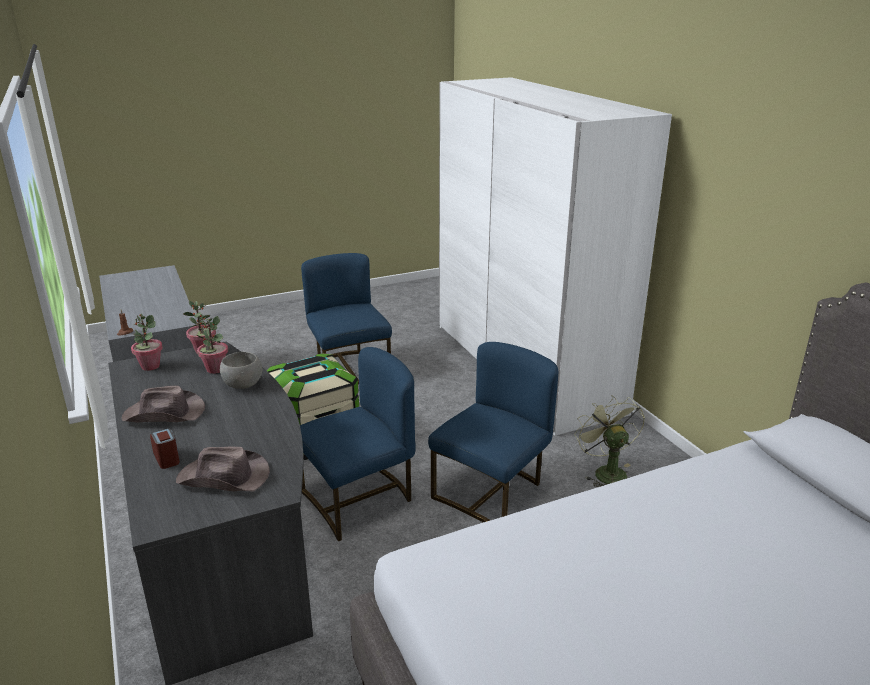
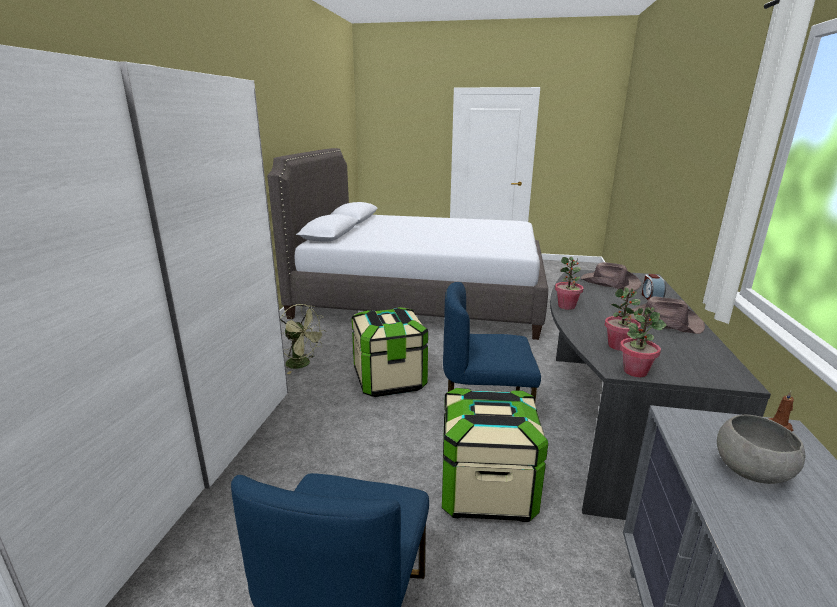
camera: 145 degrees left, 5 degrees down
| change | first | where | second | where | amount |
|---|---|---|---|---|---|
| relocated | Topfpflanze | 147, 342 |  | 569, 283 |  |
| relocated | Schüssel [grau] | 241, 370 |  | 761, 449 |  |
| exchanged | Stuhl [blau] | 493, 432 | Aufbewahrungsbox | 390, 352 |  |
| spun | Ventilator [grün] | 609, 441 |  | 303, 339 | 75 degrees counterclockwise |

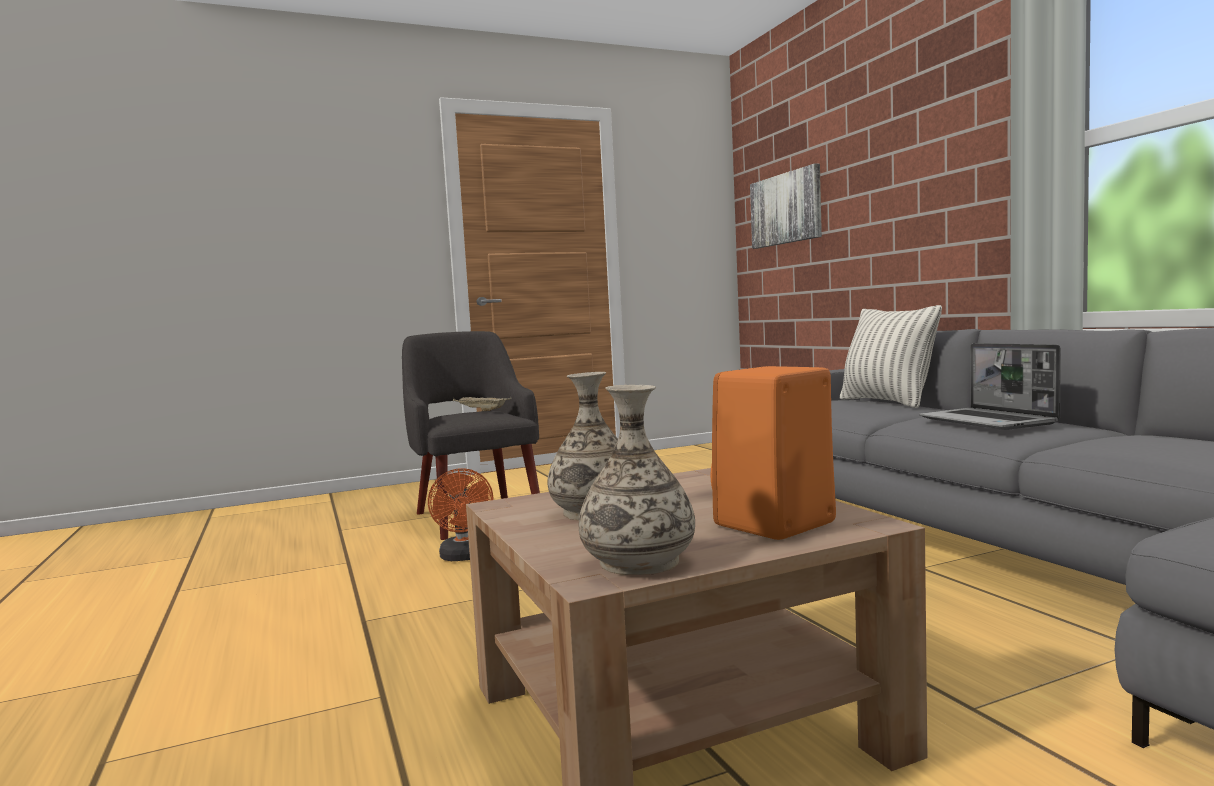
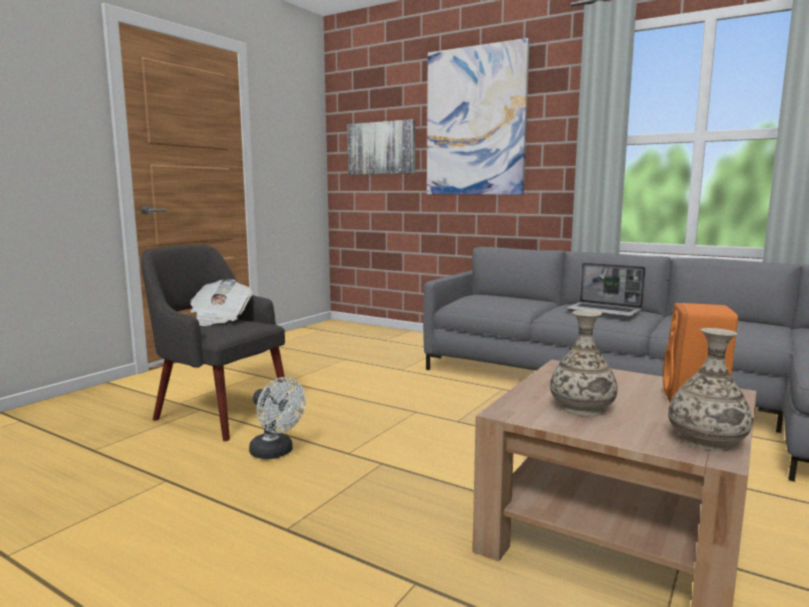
camera: 35 degrees left, 5 degrees up
| change | first | where | second | where | amount |
|---|---|---|---|---|---|
| colour | Ventilator [orange] | 460, 514 | Ventilator [weiß] | 277, 418 |  |
| exchanged | Tablett [beige] | 482, 403 | Zeitung | 221, 303 |  |
| missing | Kissen | 891, 356 |  |  |  |
| appeared |  |  | Bild | 478, 116 |  |

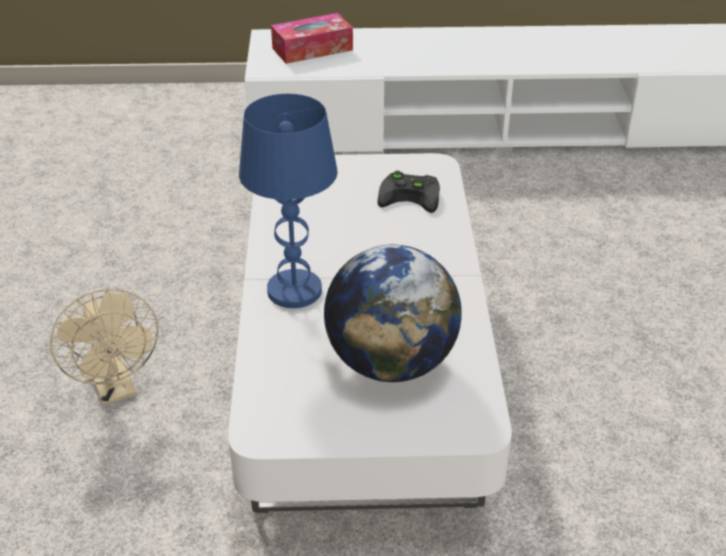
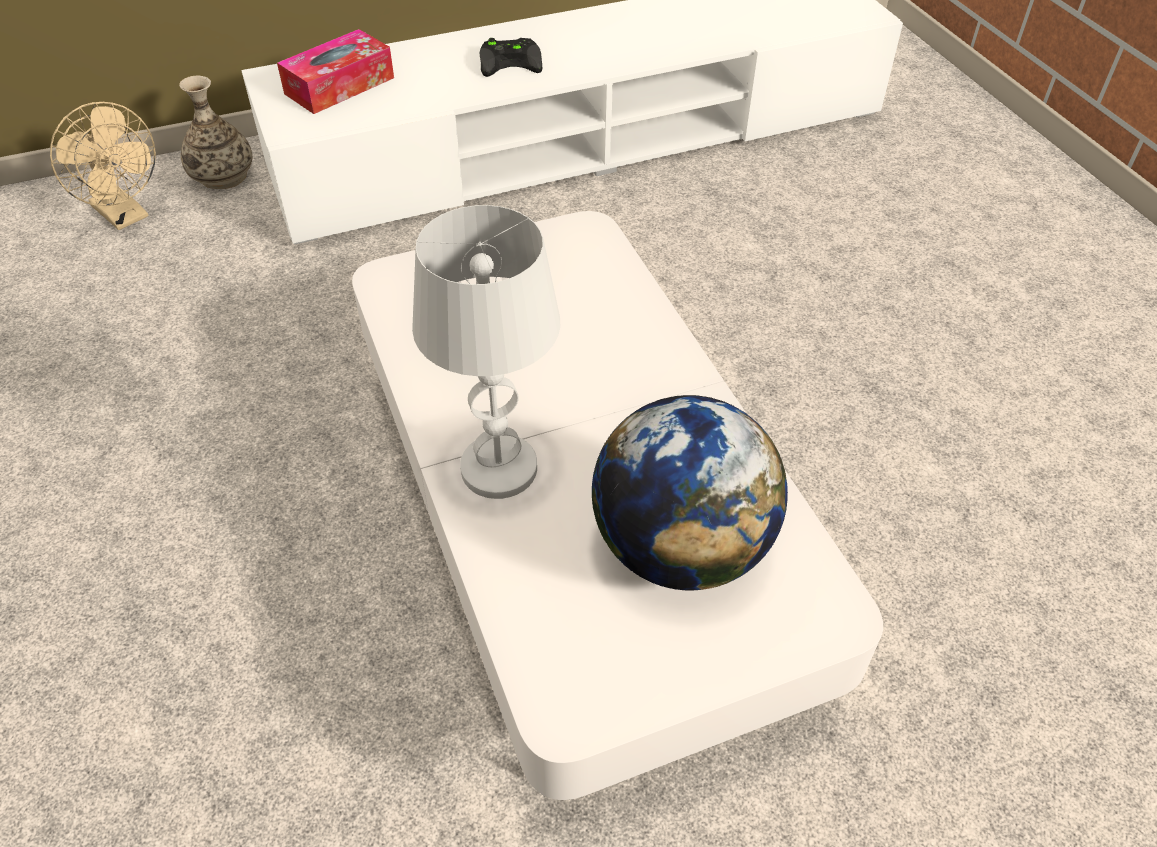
camera: 20 degrees left, 10 degrees up
| change | first | where | second | where | amount |
|---|---|---|---|---|---|
| relocated | Ventilator [beige] | 104, 347 |  | 103, 166 |  |
| colour | Tischlampe [blau] | 288, 201 | Tischlampe [weiß] | 486, 352 |  |
| relocated | Gamepad [schwarz] | 408, 192 |  | 511, 57 |  |
| appeared |  |  | Vase | 215, 132 |  |

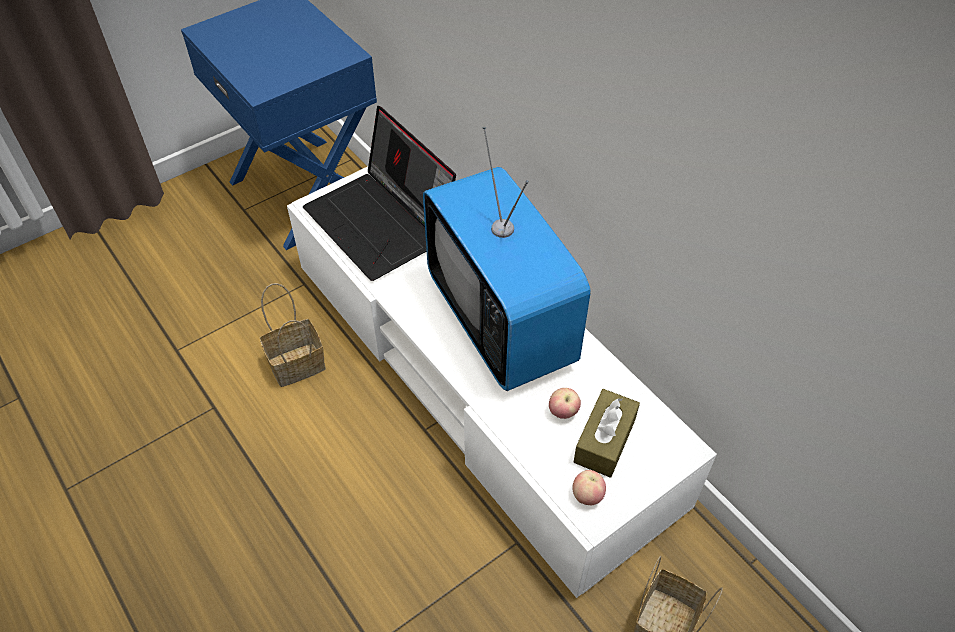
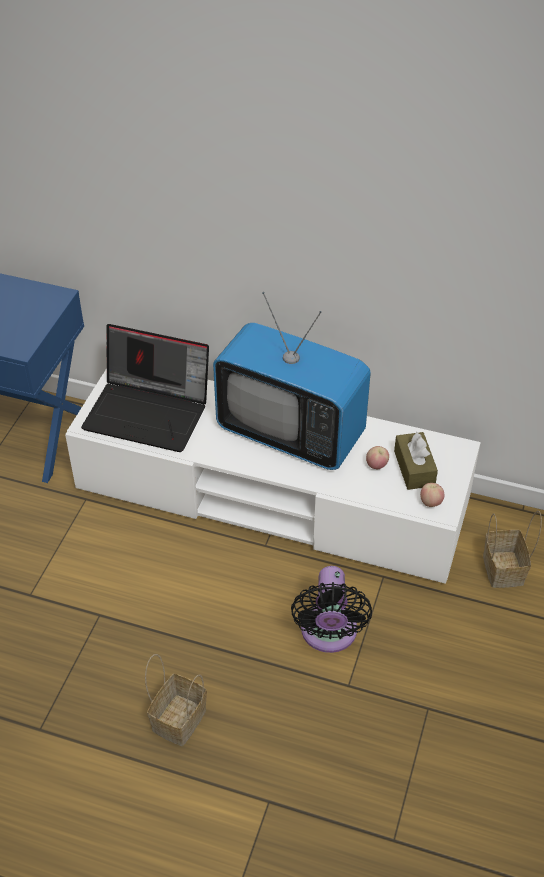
camera: 35 degrees left, 5 degrees down
| change | first | where | second | where | amount |
|---|---|---|---|---|---|
| relocated | Korb | 293, 335 |  | 176, 700 |  |
| appeared |  |  | Ventilator [schwarz] | 331, 609 |  |

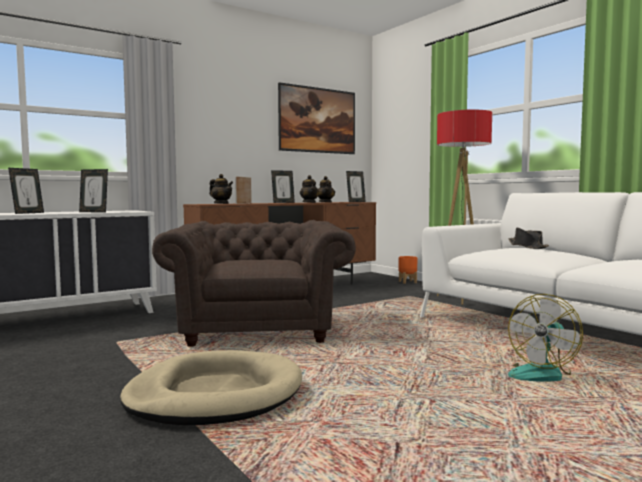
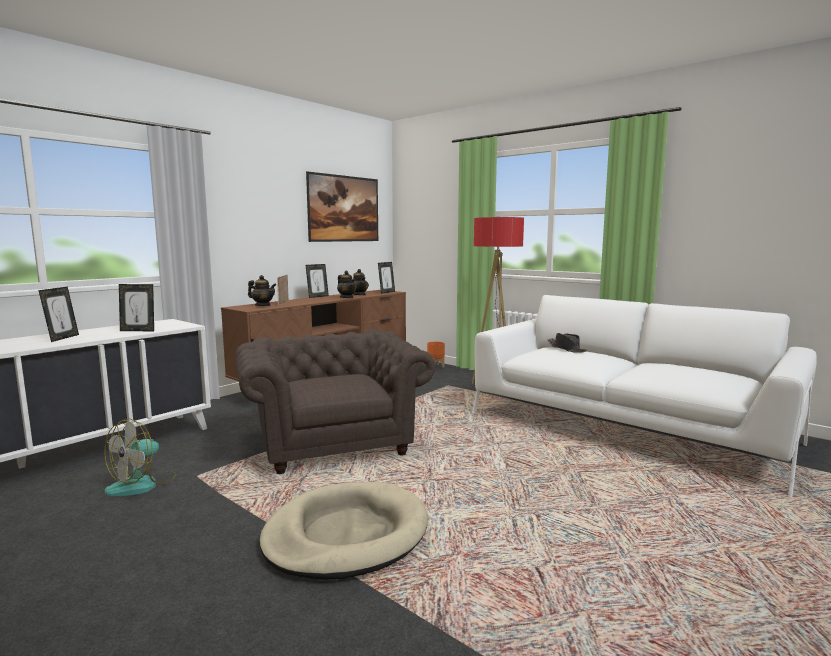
camera: 15 degrees left, 5 degrees up
| change | first | where | second | where | amount |
|---|---|---|---|---|---|
| relocated | Ventilator | 545, 338 |  | 140, 457 |  |

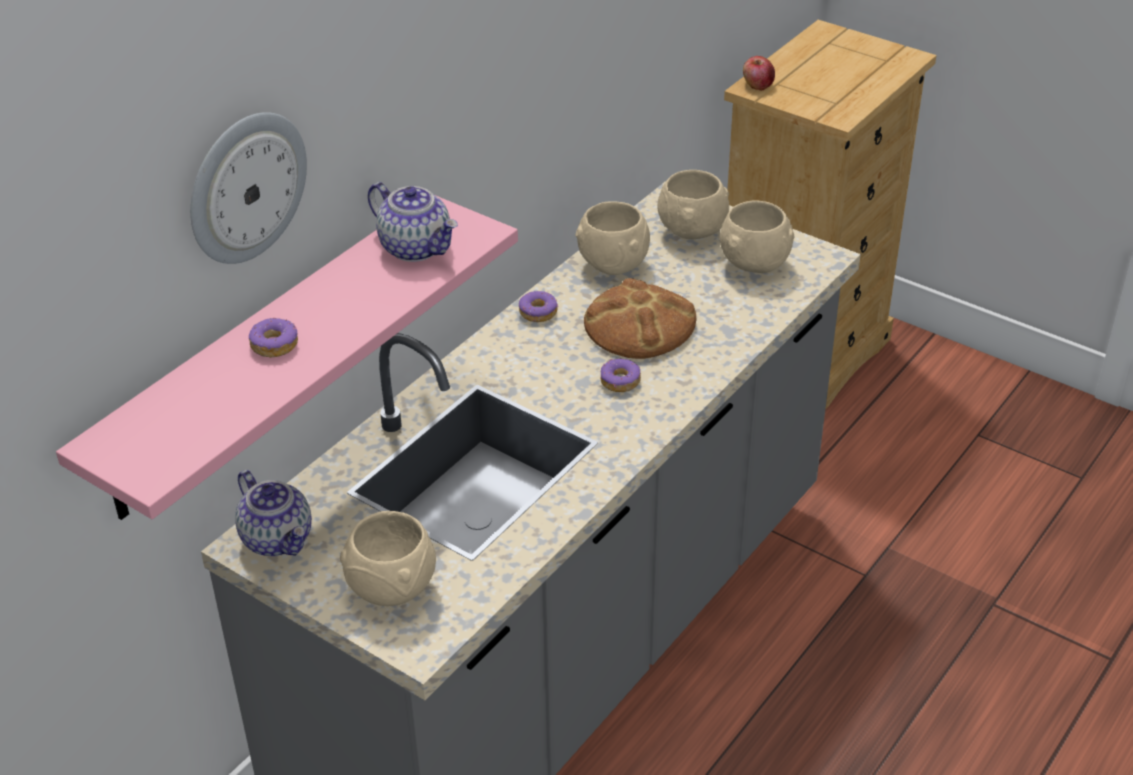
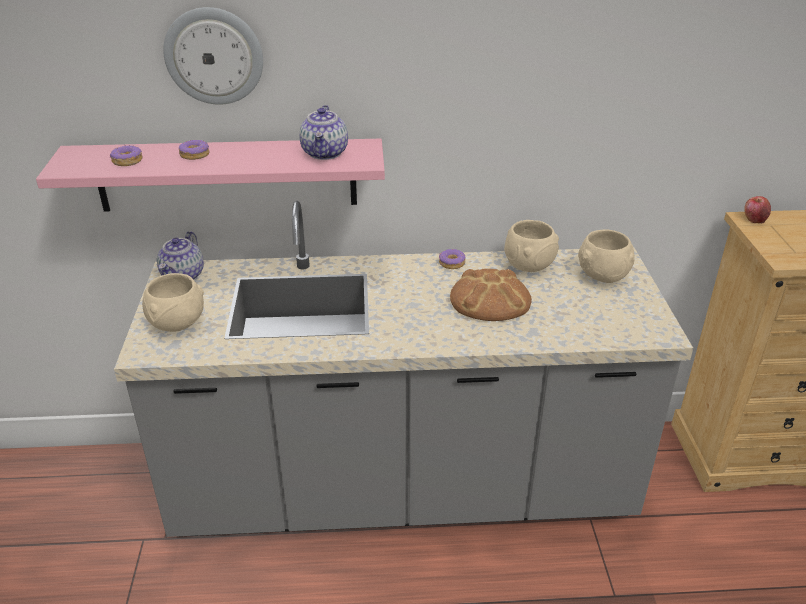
camera: 50 degrees right, 5 degrees down
| change | first | where | second | where | amount |
|---|---|---|---|---|---|
| relocated | Donut | 621, 375 |  | 126, 155 |  |
| missing | Schüssel [beige] | 757, 237 |  |  |  |

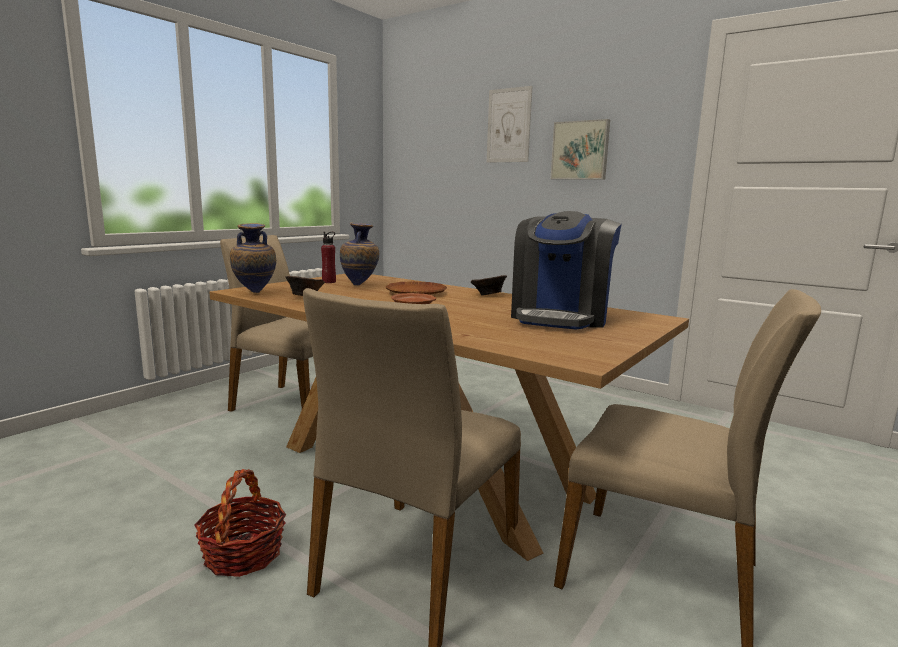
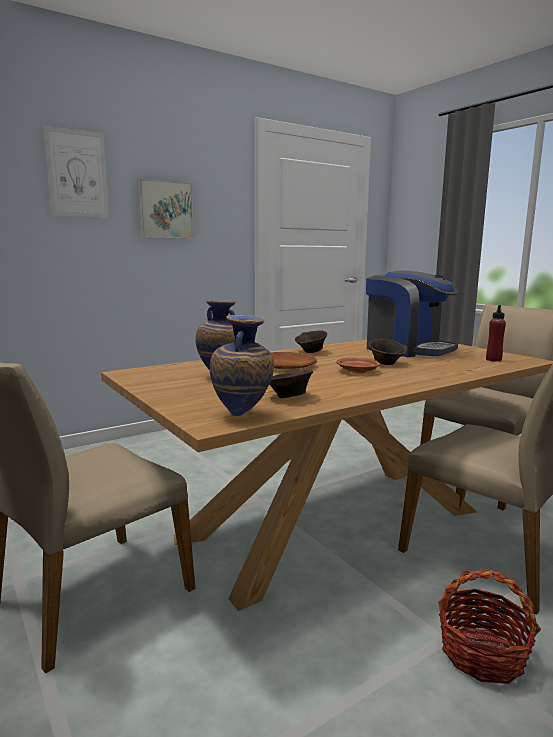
camera: 70 degrees left, 0 degrees up
| change | first | where | second | where | amount |
|---|---|---|---|---|---|
| relocated | Flasche [rot] | 328, 257 |  | 496, 333 |  |
| appeared |  |  | Schüssel [braun] | 387, 352 |  |

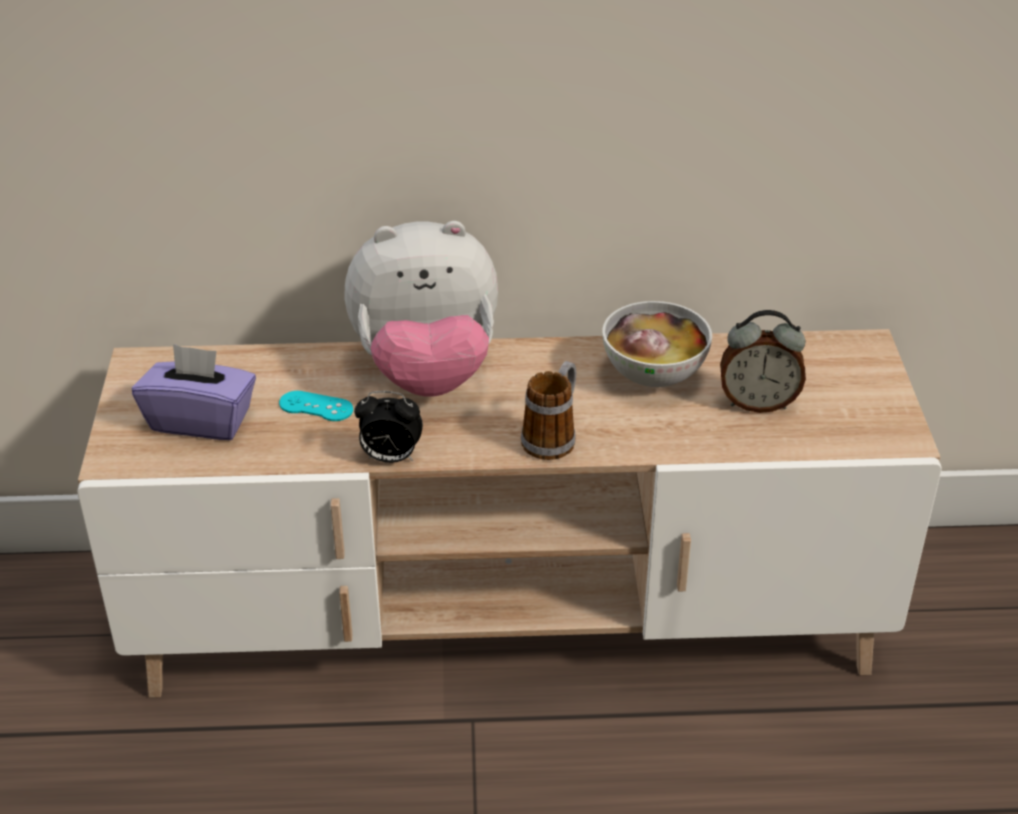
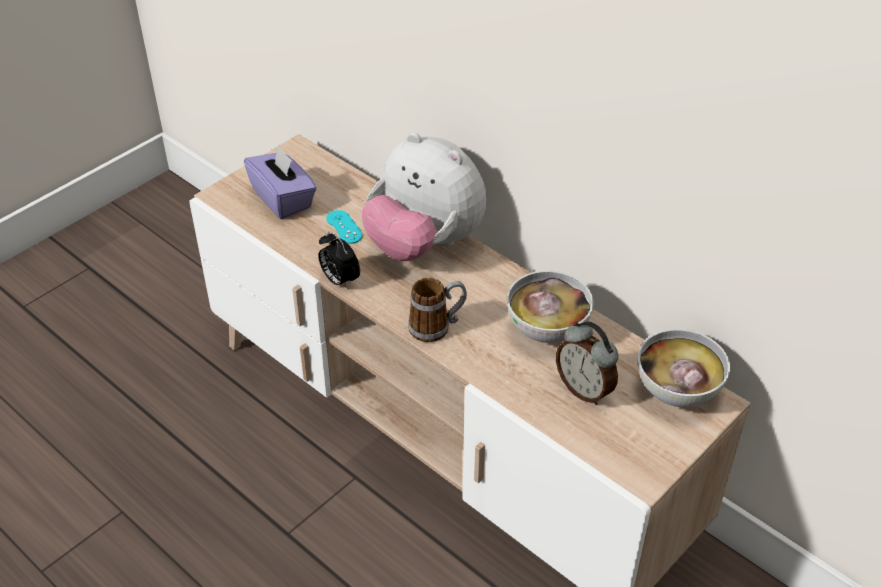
camera: 45 degrees right, 5 degrees up
| change | first | where | second | where | amount |
|---|---|---|---|---|---|
| appeared |  |  | Schüssel | 683, 368 |  |

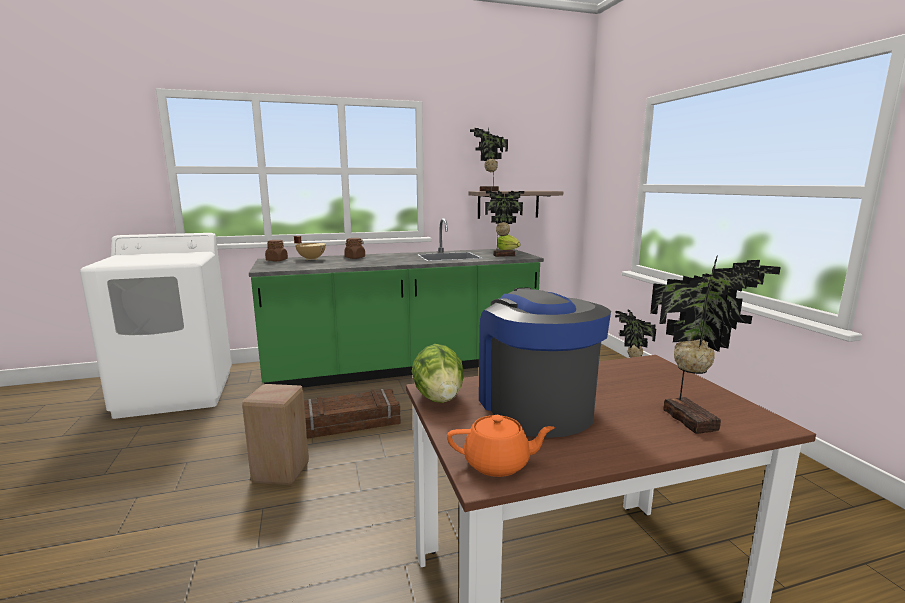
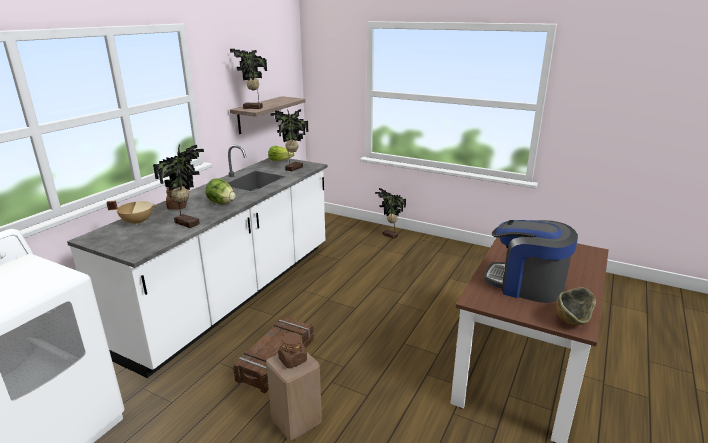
camera: 45 degrees left, 10 degrees up
| change | first | where | second | where | amount |
|---|---|---|---|---|---|
| colour | Küchenzeile [grün] | 396, 302 | Küchenzeile [weiß] | 197, 261 |  |
| relocated | Vorratsglas [braun] | 276, 250 |  | 292, 350 |  |
| relocated | Salatkopf | 437, 373 |  | 220, 191 |  |
| exchanged | Teekanne [orange] | 501, 446 | Schüssel | 576, 306 |  |
| relocated | Topfpflanze | 715, 345 |  | 178, 186 |  |

